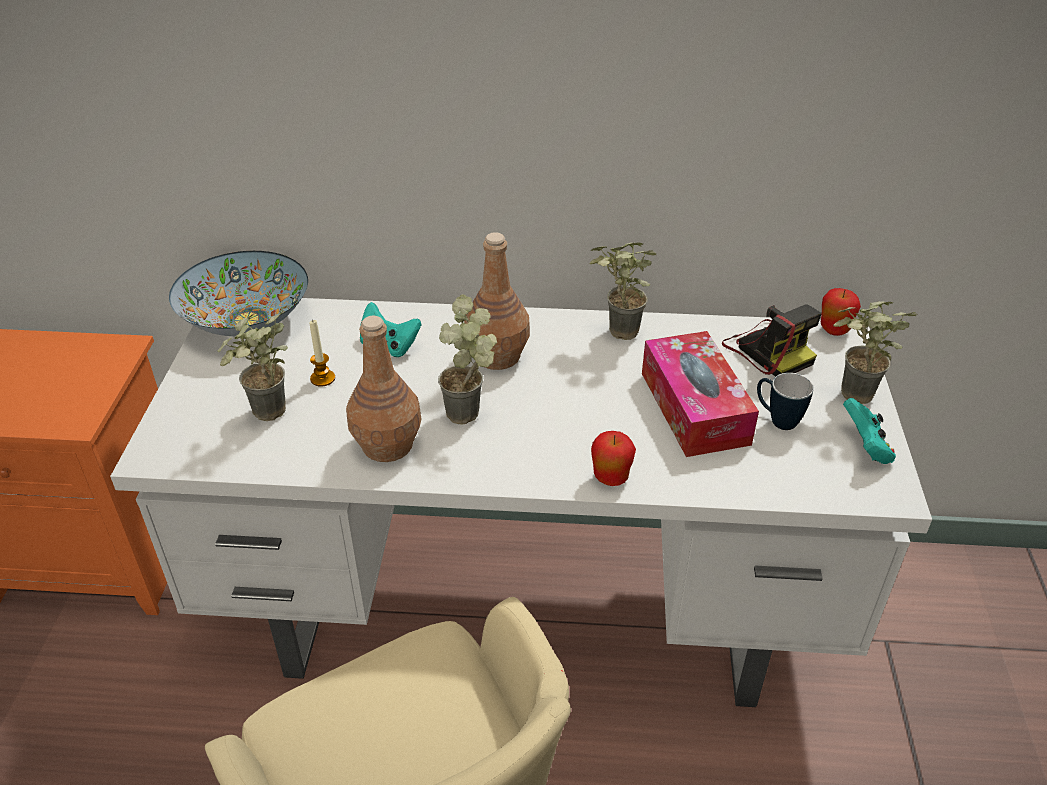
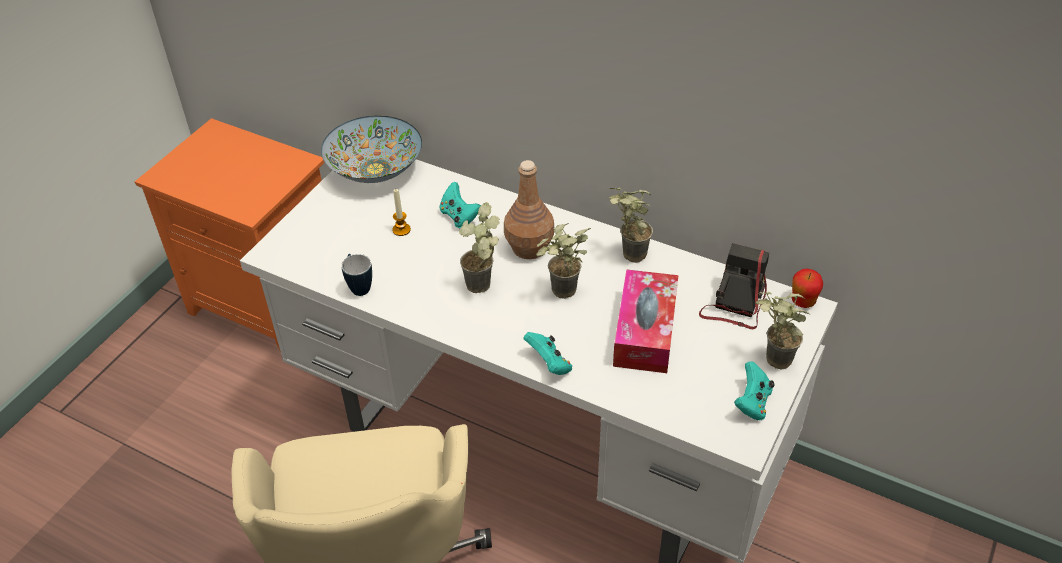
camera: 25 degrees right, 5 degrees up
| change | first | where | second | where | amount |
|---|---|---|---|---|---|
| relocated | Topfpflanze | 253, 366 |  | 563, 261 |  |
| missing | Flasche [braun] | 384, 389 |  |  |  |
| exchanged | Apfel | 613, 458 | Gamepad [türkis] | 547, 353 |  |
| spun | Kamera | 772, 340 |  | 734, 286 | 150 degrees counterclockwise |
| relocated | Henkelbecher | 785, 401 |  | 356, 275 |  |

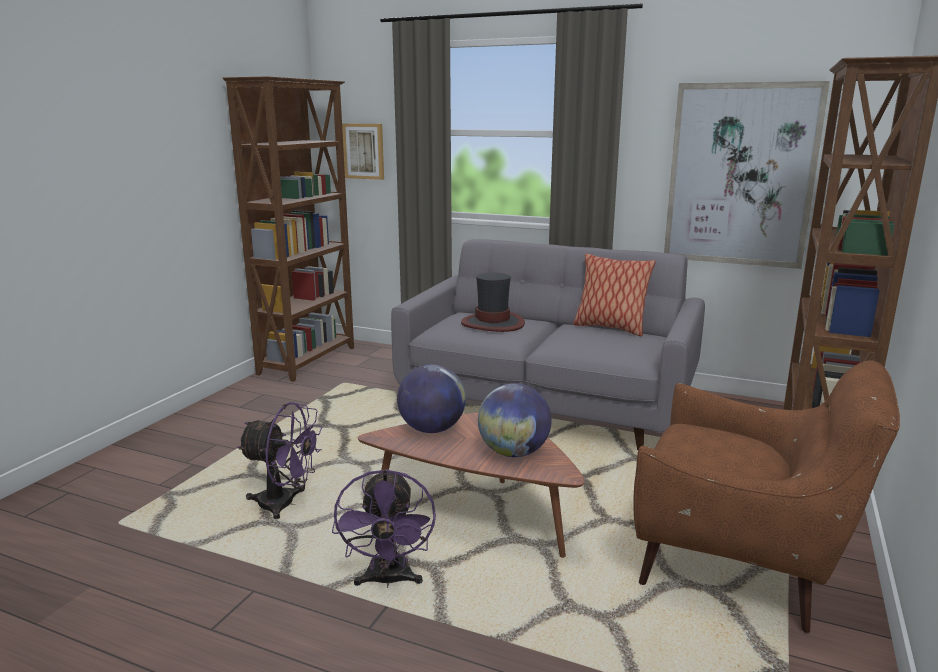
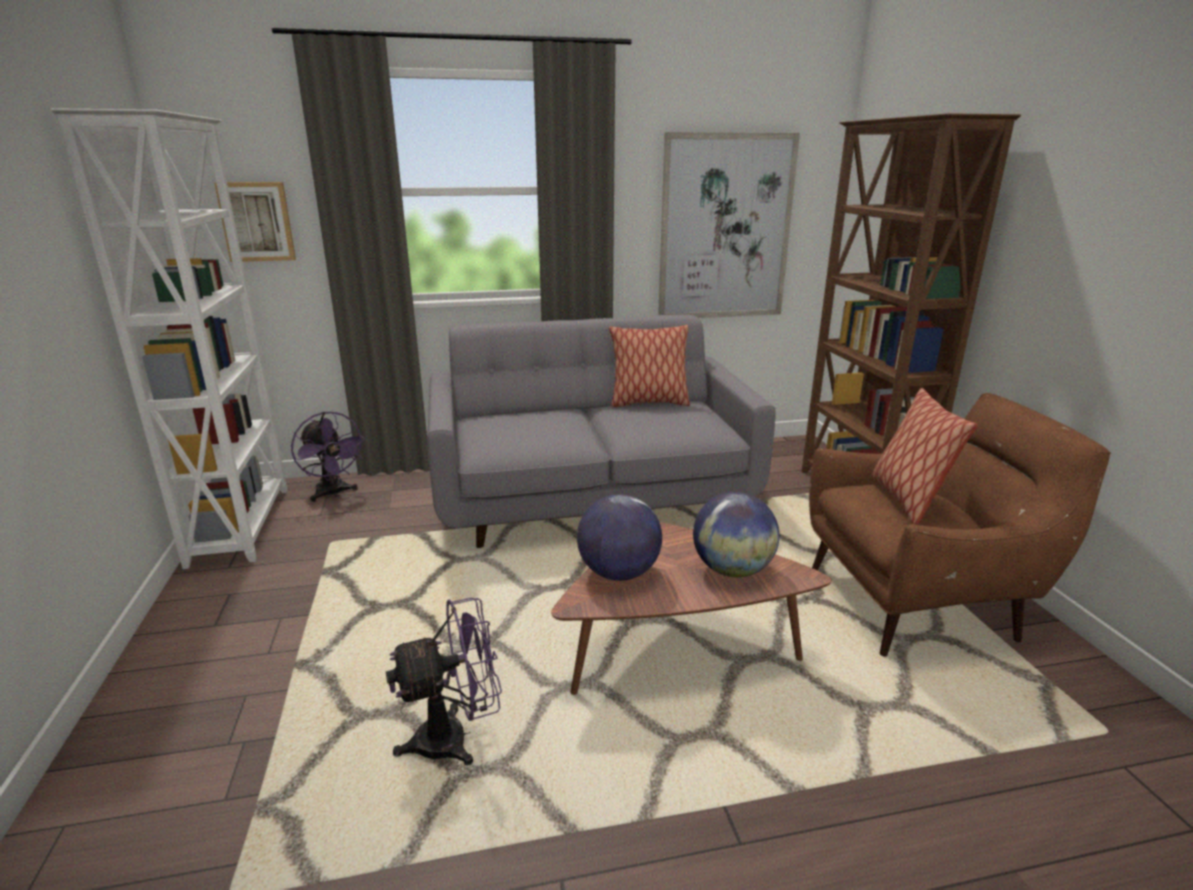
camera: 35 degrees left, 5 degrees up
| change | first | where | second | where | amount |
|---|---|---|---|---|---|
| colour | Bücherregal [braun] | 288, 229 | Bücherregal [weiß] | 169, 338 |  |
| relocated | Ventilator [lila] | 384, 528 |  | 328, 457 |  |
| missing | Hut | 493, 302 |  |  |  |
| appeared |  |  | Kissen | 924, 456 |  |

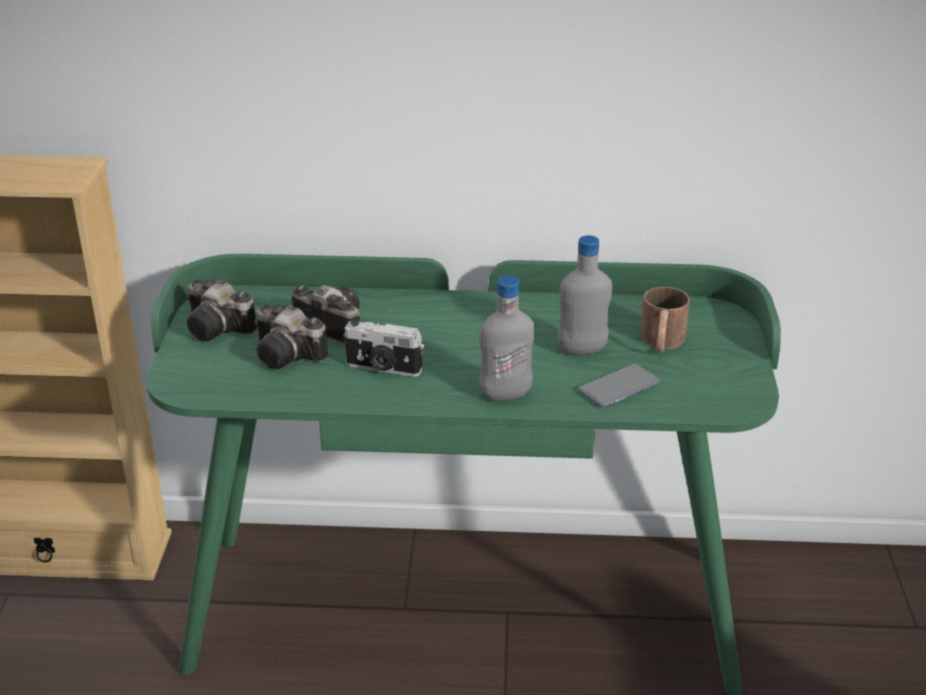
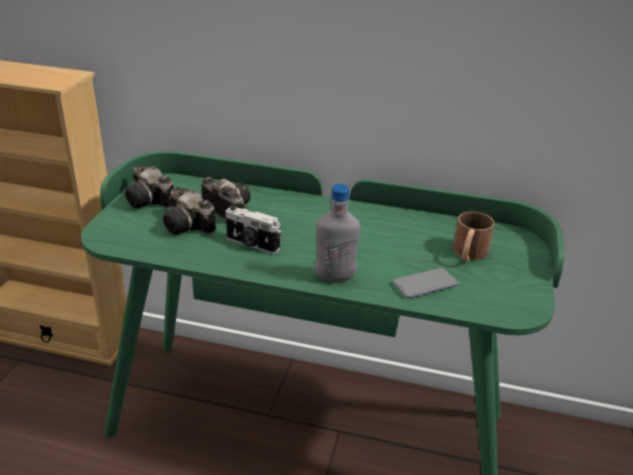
camera: 10 degrees right, 0 degrees up
| change | first | where | second | where | amount |
|---|---|---|---|---|---|
| missing | Flasche [grau] | 584, 295 |  |  |  |

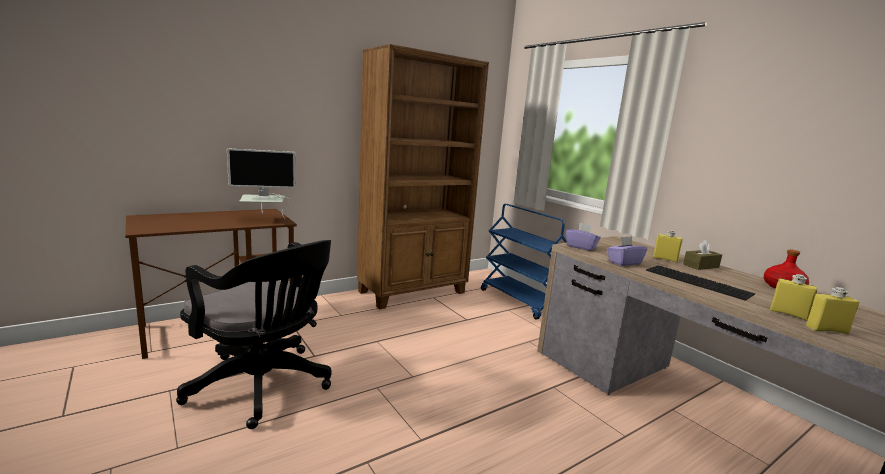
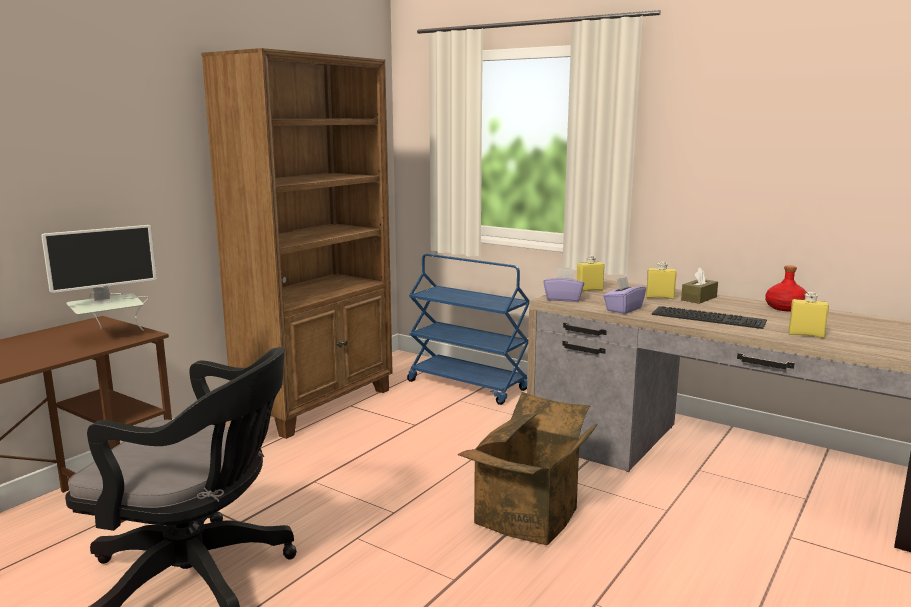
camera: 20 degrees left, 0 degrees up
| change | first | where | second | where | amount |
|---|---|---|---|---|---|
| relocated | Flasche [gelb] | 832, 310 |  | 591, 274 |  |
| appeared |  |  | Karton | 528, 468 |  |

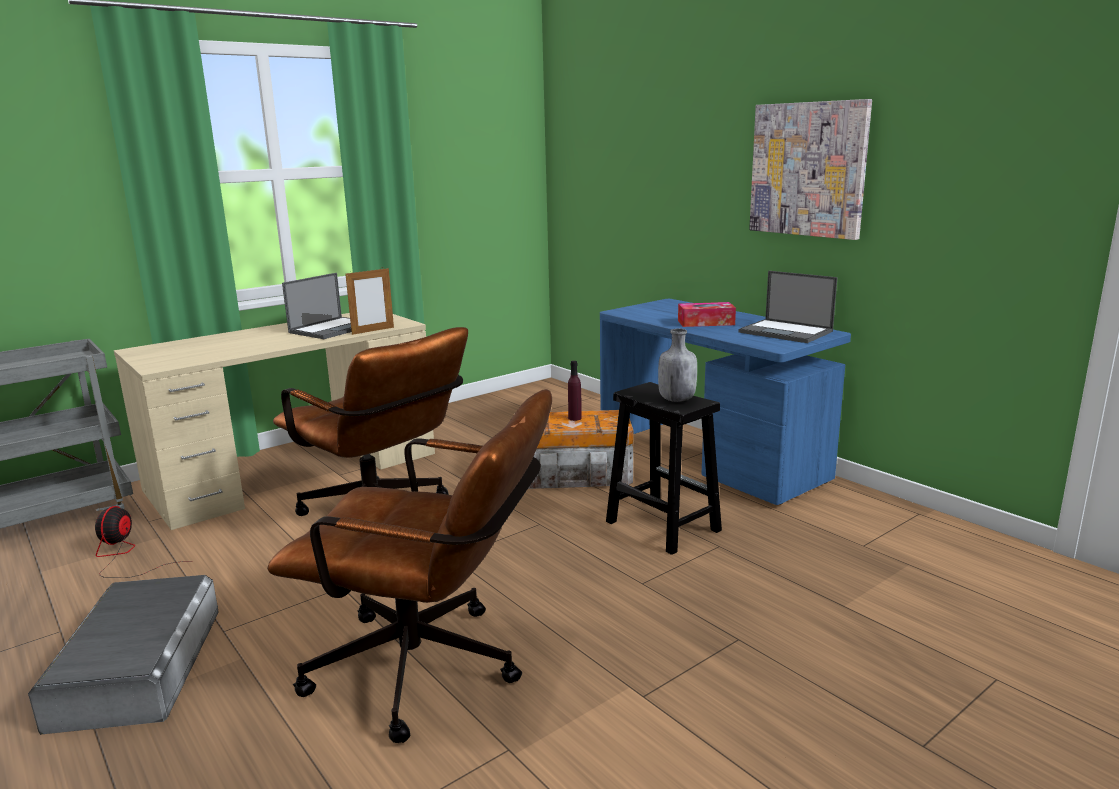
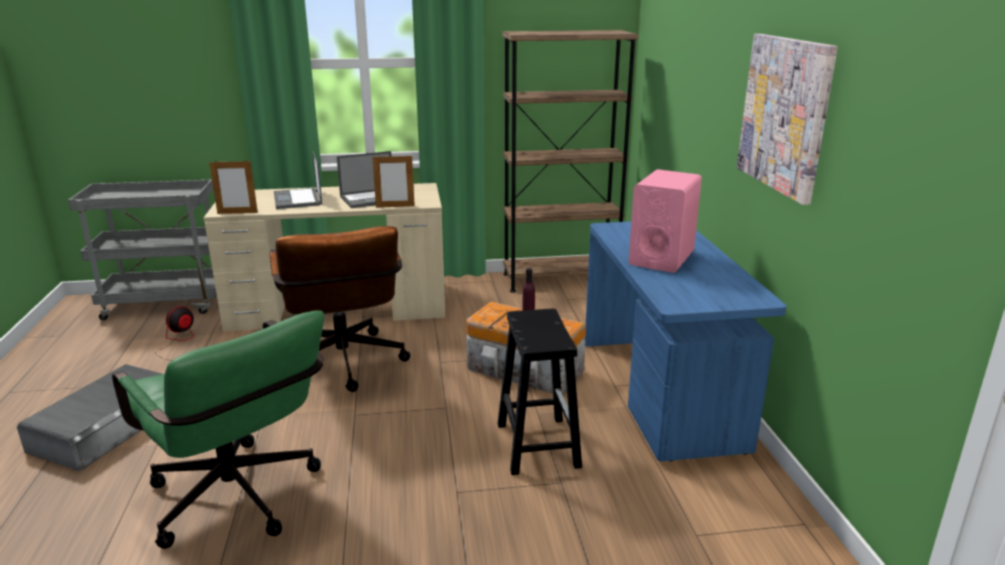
camera: 30 degrees right, 5 degrees up
| change | first | where | second | where | amount |
|---|---|---|---|---|---|
| colour | Bürostuhl [braun] | 409, 566 | Bürostuhl [grün] | 218, 429 |  |
| missing | Flasche [grau] | 677, 365 |  |  |  |
| exchanged | Taschentuchbox | 707, 314 | Lautsprecher [rosa] | 665, 221 |  |
| relocated | Laptop | 788, 307 |  | 298, 180 |  |
| appeared |  |  | Bilderrahmen | 233, 187 |  |
| appeared |  |  | Bücherregal [braun] | 571, 161 |  |

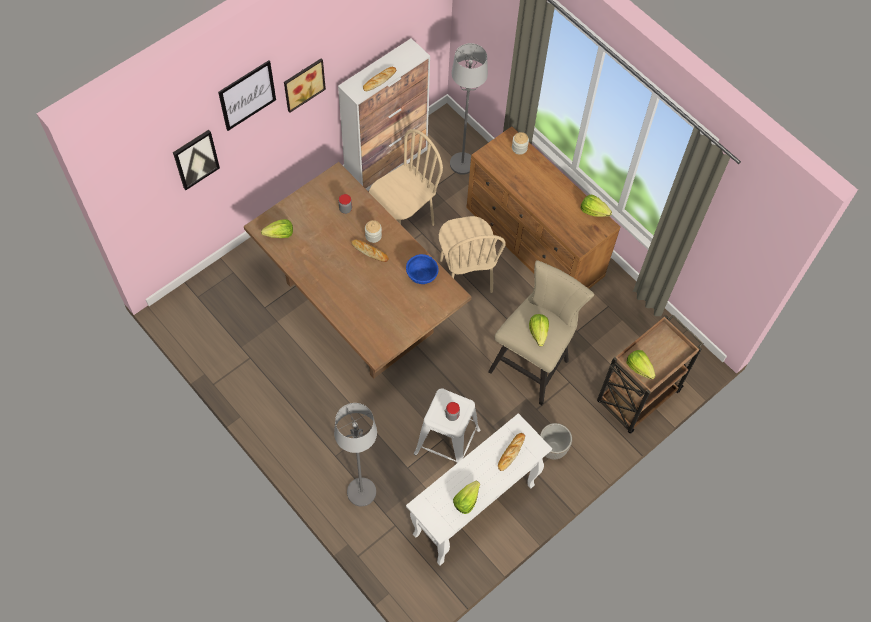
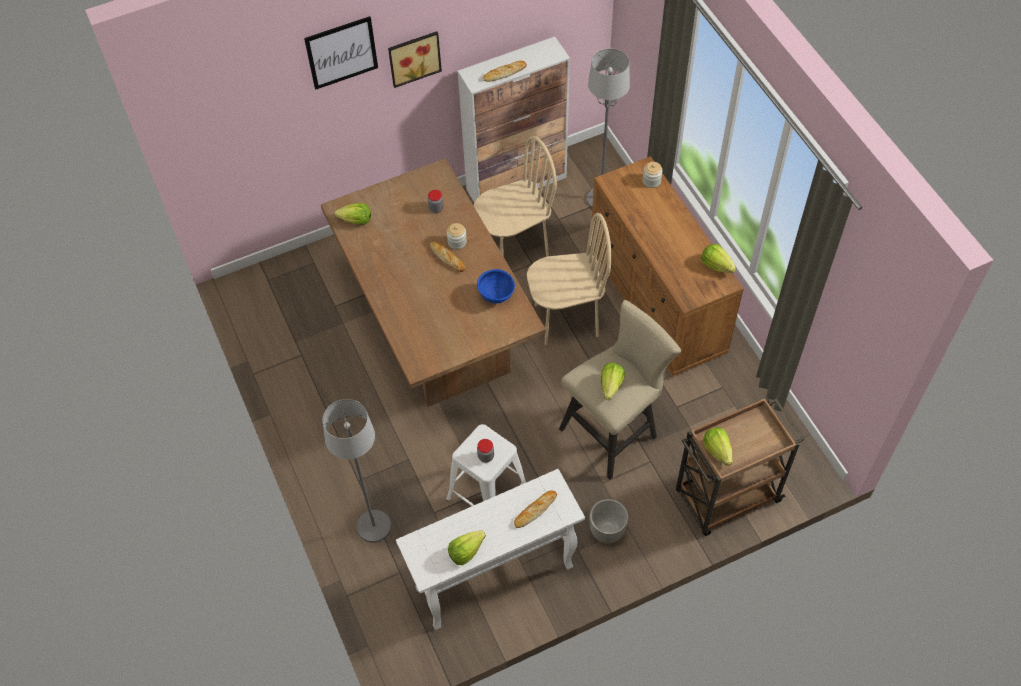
camera: 20 degrees right, 5 degrees down
| change | first | where | second | where | amount |
|---|---|---|---|---|---|
| missing | Bild | 196, 160 |  |  |  |
| spun | Stuhl [beige] | 472, 254 |  | 569, 279 | 105 degrees counterclockwise |

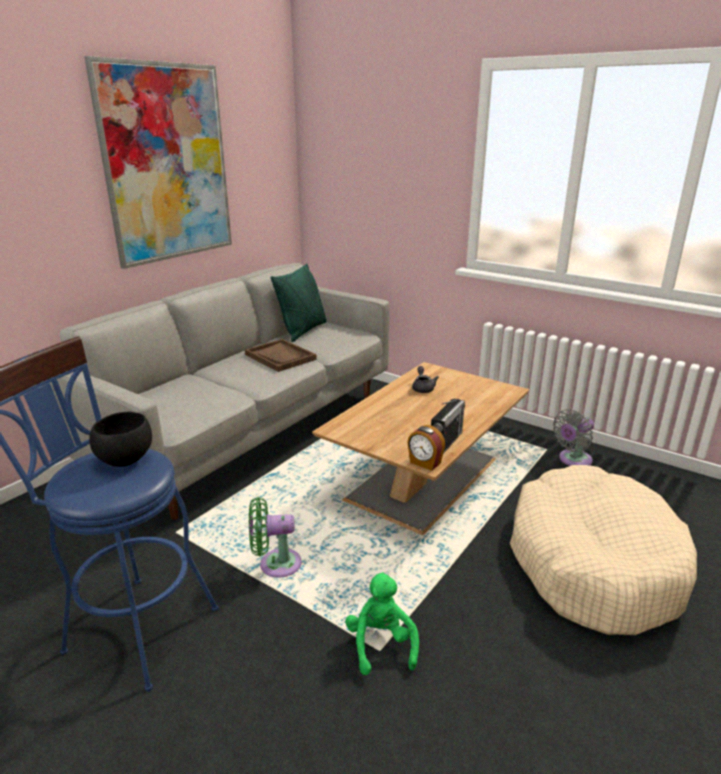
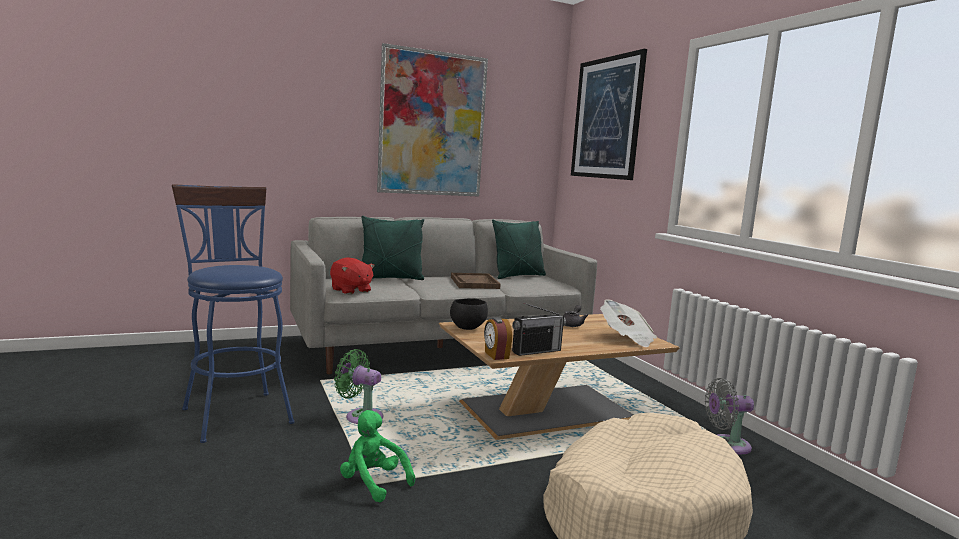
camera: 30 degrees right, 15 degrees down
| change | first | where | second | where | amount |
|---|---|---|---|---|---|
| relocated | Schüssel [schwarz] | 120, 439 |  | 469, 314 |  |
| spun | Plüschtier [grün] | 382, 623 |  | 377, 456 | 75 degrees counterclockwise |
| appeared |  |  | Plüschtier [rot] | 352, 275 |  |
| appeared |  |  | Kissen [grün] | 392, 248 |  |
| appeared |  |  | Bild | 609, 114 |  |
| appeared |  |  | Zeitung | 628, 323 |  |

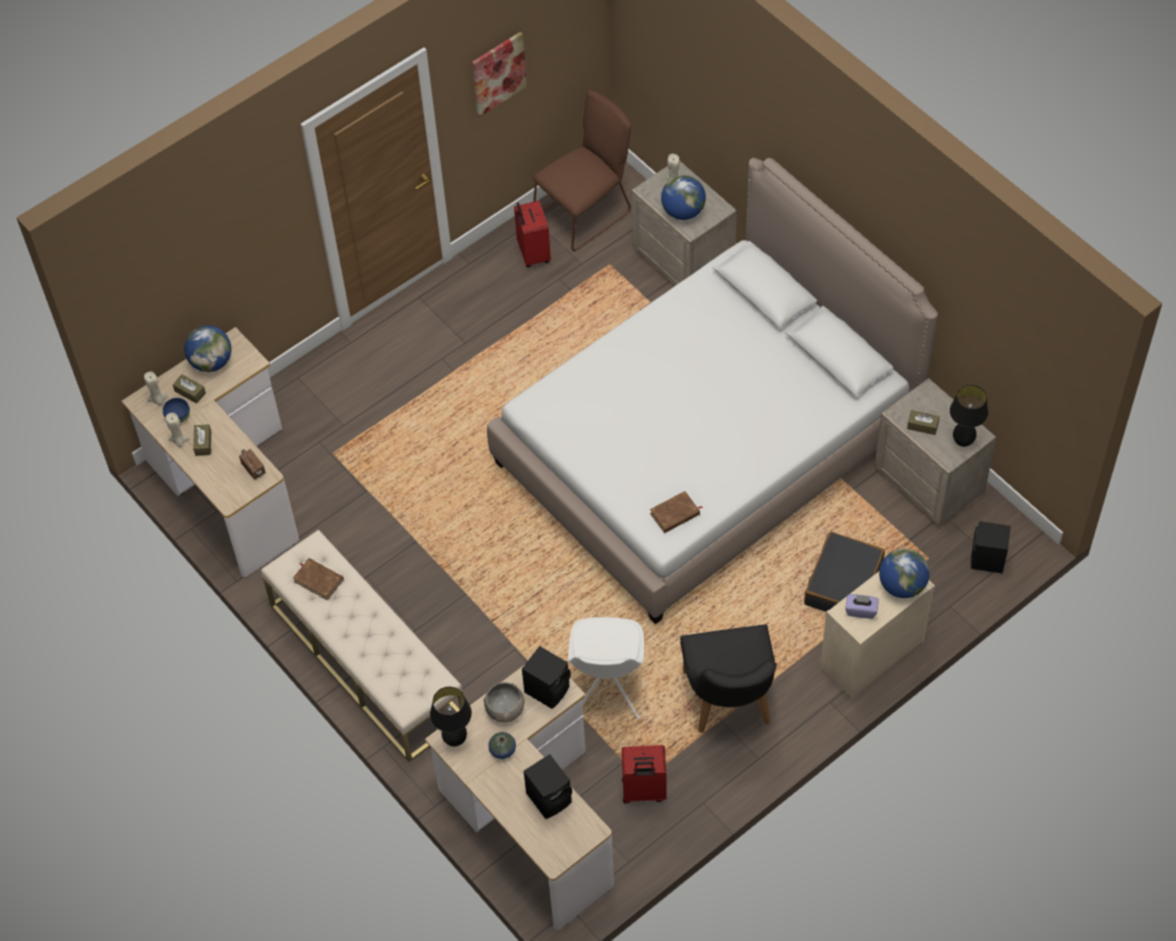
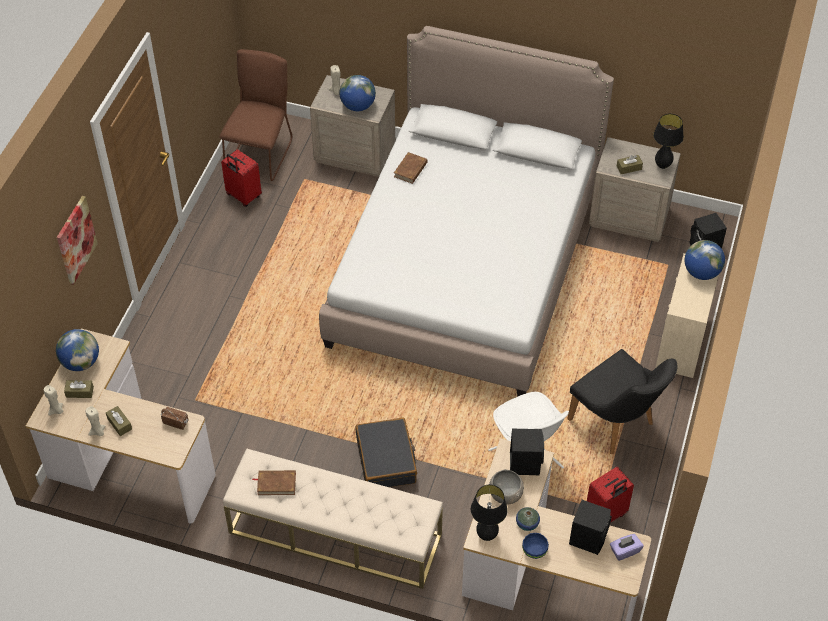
camera: 35 degrees left, 5 degrees down
| change | first | where | second | where | amount |
|---|---|---|---|---|---|
| relocated | Schüssel [blau] | 176, 410 |  | 535, 546 |  |
| relocated | Bild | 499, 74 |  | 77, 240 |  |
| relocated | Buch [braun] | 676, 512 |  | 410, 168 |  |
| relocated | Koffer [schwarz] | 844, 572 |  | 386, 452 |  |
| relocated | Taschentuchbox [lila] | 862, 606 |  | 626, 547 |  |

